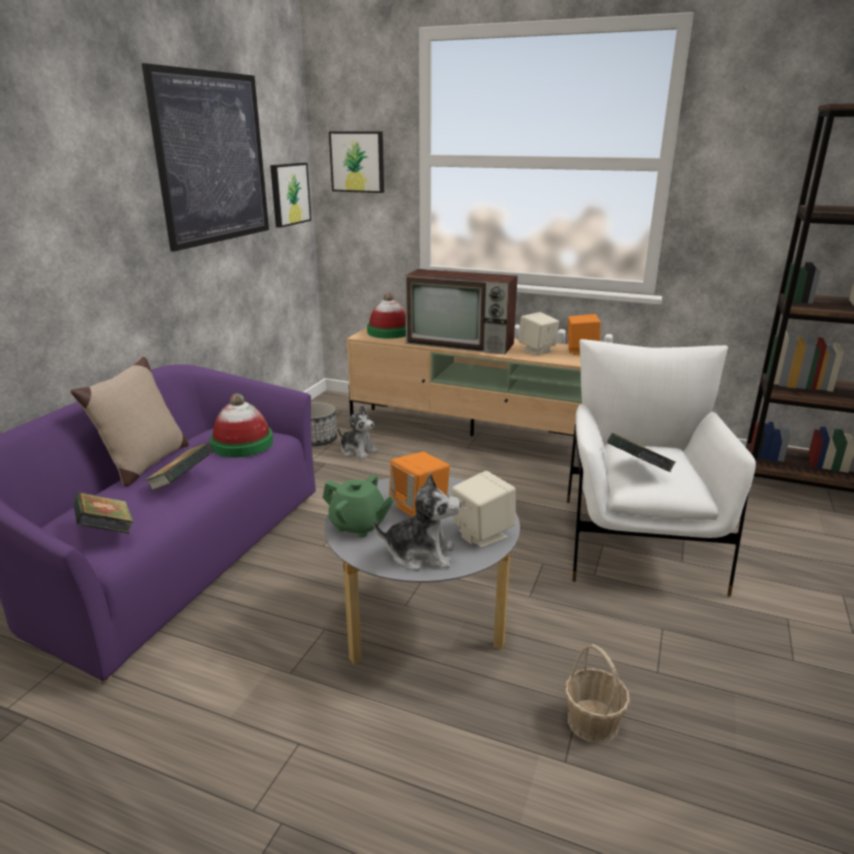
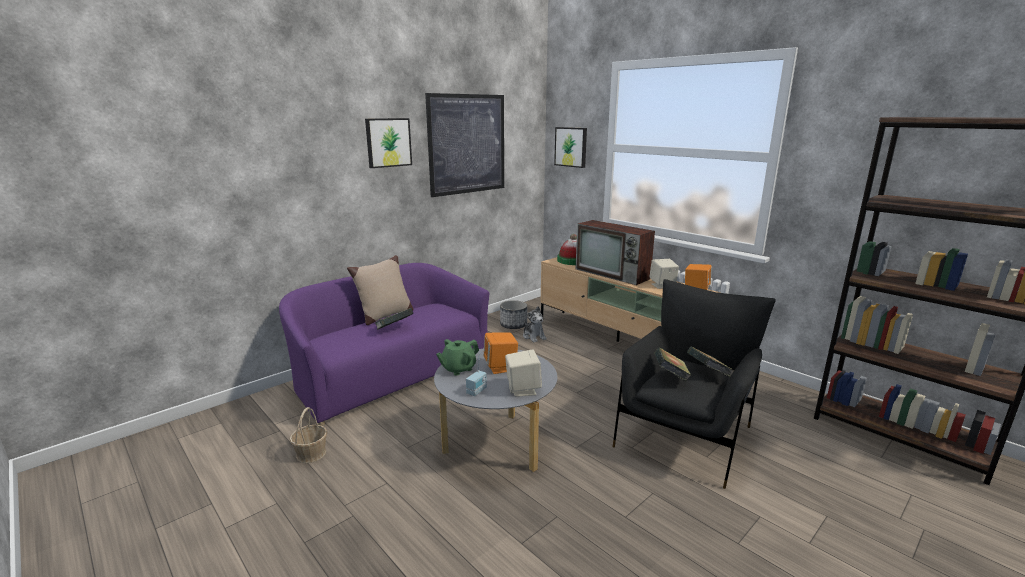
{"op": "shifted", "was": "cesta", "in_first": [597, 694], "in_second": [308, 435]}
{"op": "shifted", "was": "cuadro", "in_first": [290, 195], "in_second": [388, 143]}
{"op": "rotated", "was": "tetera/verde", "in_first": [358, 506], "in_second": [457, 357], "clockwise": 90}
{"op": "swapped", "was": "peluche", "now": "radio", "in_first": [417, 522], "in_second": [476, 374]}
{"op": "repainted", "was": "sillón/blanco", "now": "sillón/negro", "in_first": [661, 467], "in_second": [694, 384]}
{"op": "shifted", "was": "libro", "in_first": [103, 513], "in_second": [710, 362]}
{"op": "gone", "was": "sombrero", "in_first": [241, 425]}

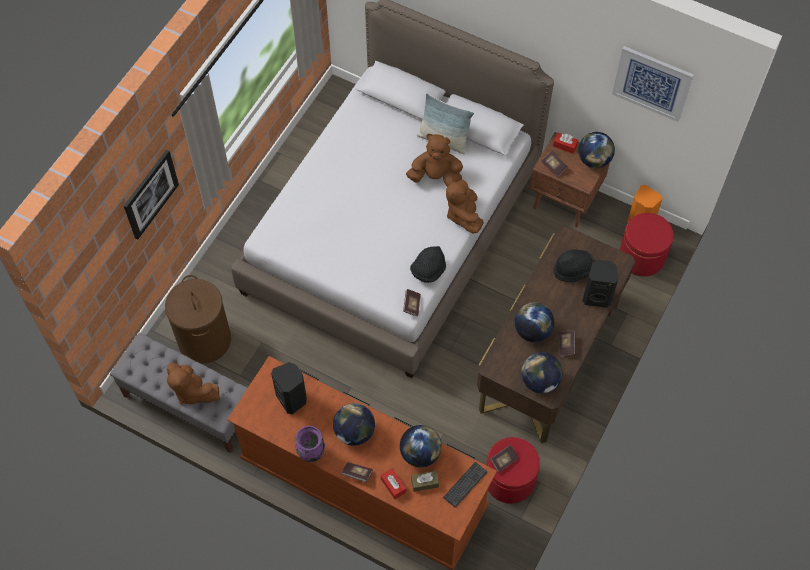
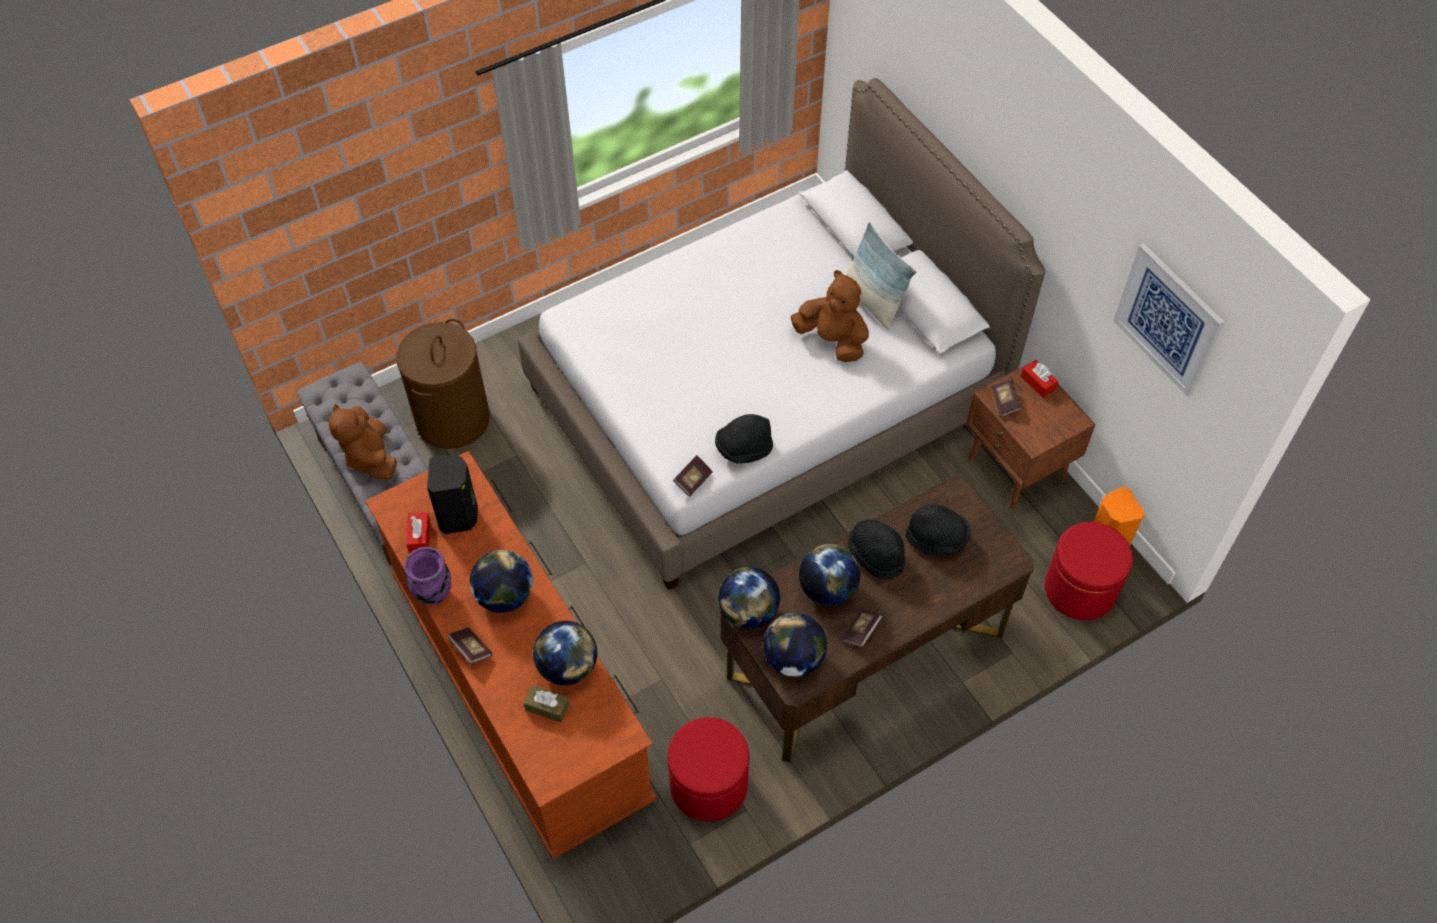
{"op": "shifted", "was": "caja de pañuelos/rojo", "in_first": [393, 483], "in_second": [418, 532]}
{"op": "shifted", "was": "globo terráqueo", "in_first": [596, 150], "in_second": [749, 598]}
{"op": "new", "now": "sombrero/negro", "in_second": [876, 549]}
{"op": "gone", "was": "cuadro", "in_first": [151, 194]}
{"op": "gone", "was": "teclado", "in_first": [465, 485]}
{"op": "gone", "was": "peluche/marrón", "in_first": [465, 205]}
{"op": "gone", "was": "libro", "in_first": [504, 459]}
{"op": "gone", "was": "altavoz/negro", "in_first": [600, 284]}

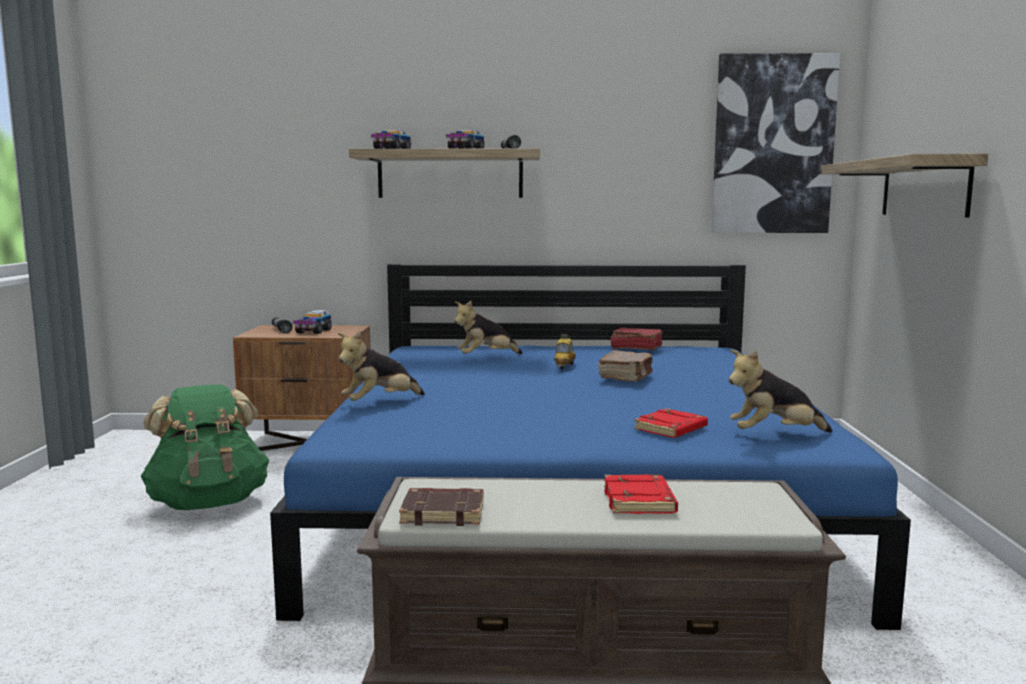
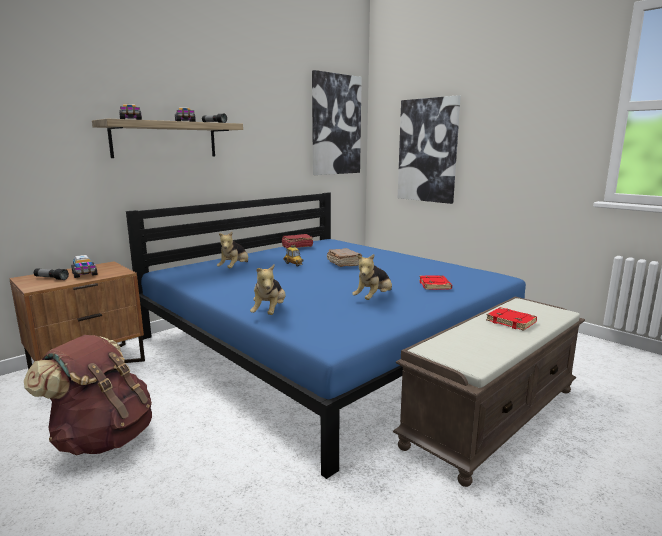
{"op": "repainted", "was": "mochila/verde", "now": "mochila/marrón", "in_first": [205, 447], "in_second": [88, 395]}
{"op": "shifted", "was": "peluche", "in_first": [781, 391], "in_second": [372, 277]}
{"op": "swapped", "was": "estante", "now": "cuadro", "in_first": [904, 186], "in_second": [429, 149]}
{"op": "gone", "was": "libro/marrón", "in_first": [441, 507]}

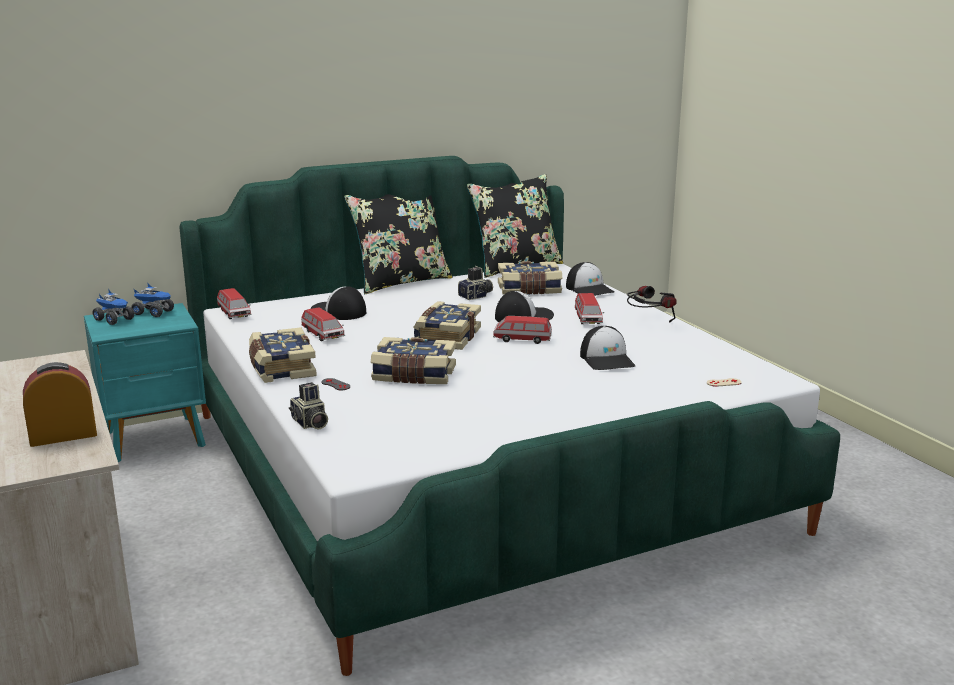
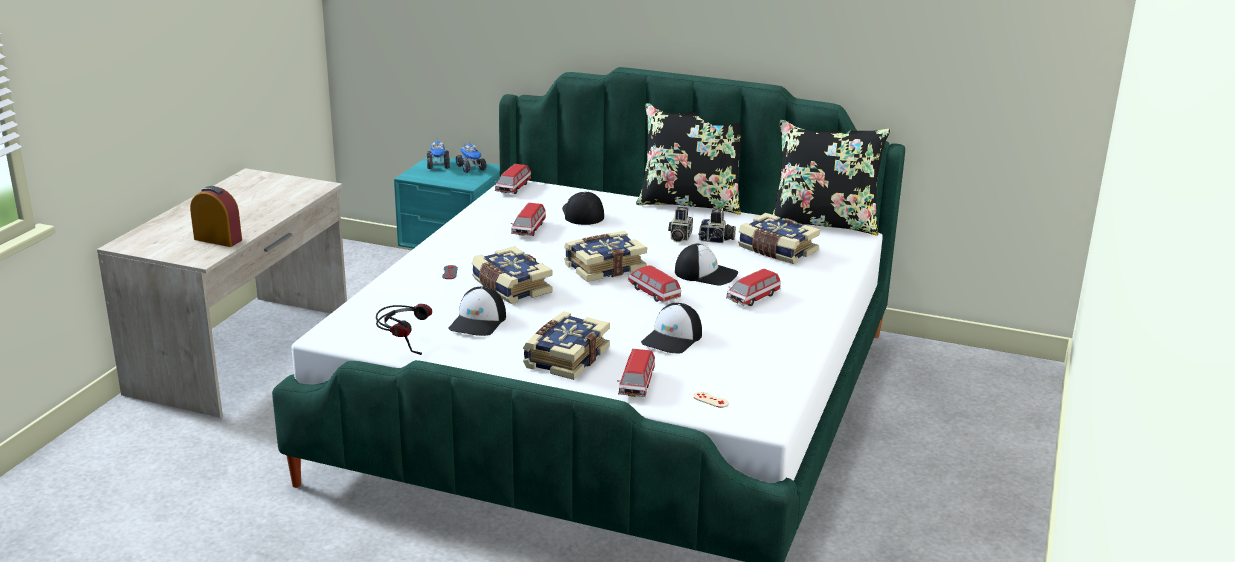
{"op": "shifted", "was": "auriculares", "in_first": [652, 304], "in_second": [404, 329]}
{"op": "shifted", "was": "gorra", "in_first": [590, 279], "in_second": [477, 311]}
{"op": "shifted", "was": "libro", "in_first": [283, 355], "in_second": [566, 346]}
{"op": "new", "now": "coche de juguete", "in_second": [636, 373]}
{"op": "shifted", "was": "cámara", "in_first": [308, 406], "in_second": [680, 224]}

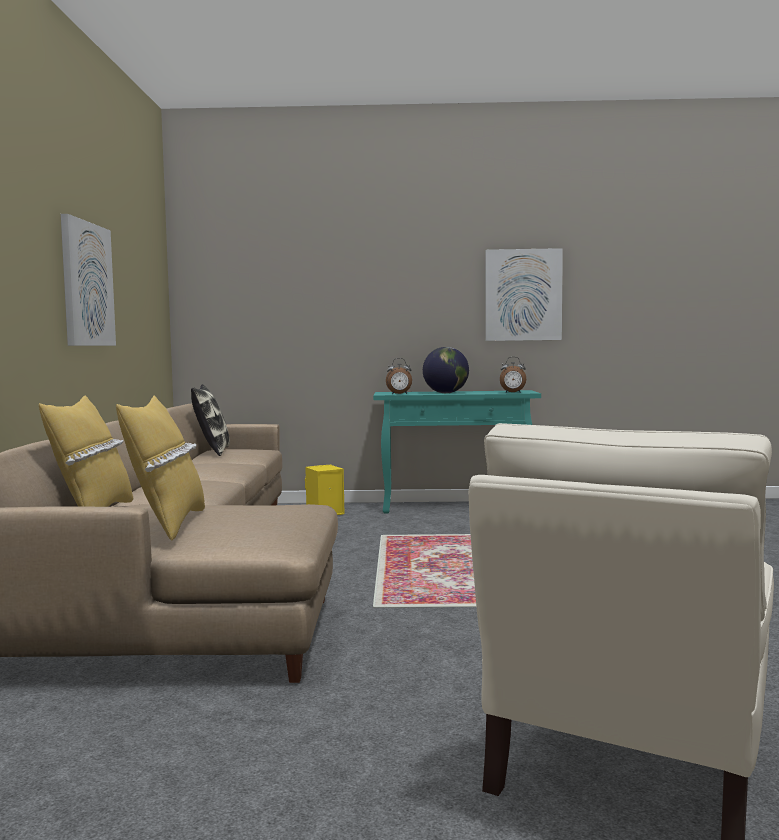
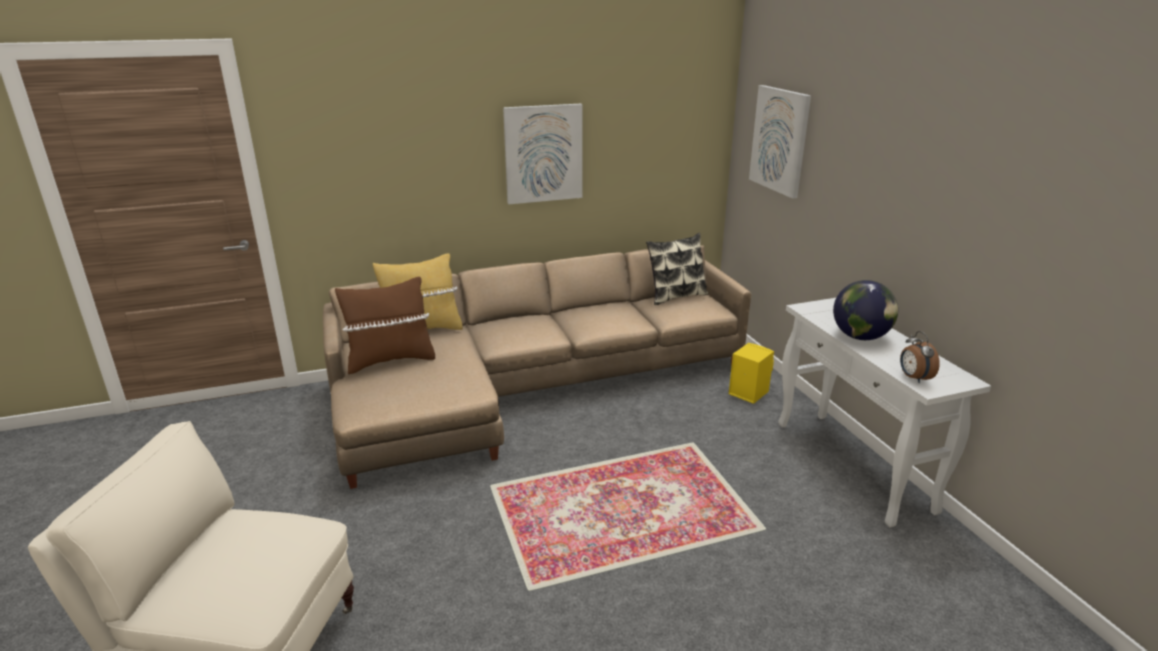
{"op": "repainted", "was": "cojín/amarillo", "now": "cojín/marrón", "in_first": [160, 468], "in_second": [385, 325]}
{"op": "shifted", "was": "cuadro", "in_first": [524, 294], "in_second": [780, 142]}
{"op": "repainted", "was": "mesa consola/turquesa", "now": "mesa consola/blanco", "in_first": [457, 451], "in_second": [884, 413]}
{"op": "gone", "was": "despertador", "in_first": [399, 376]}

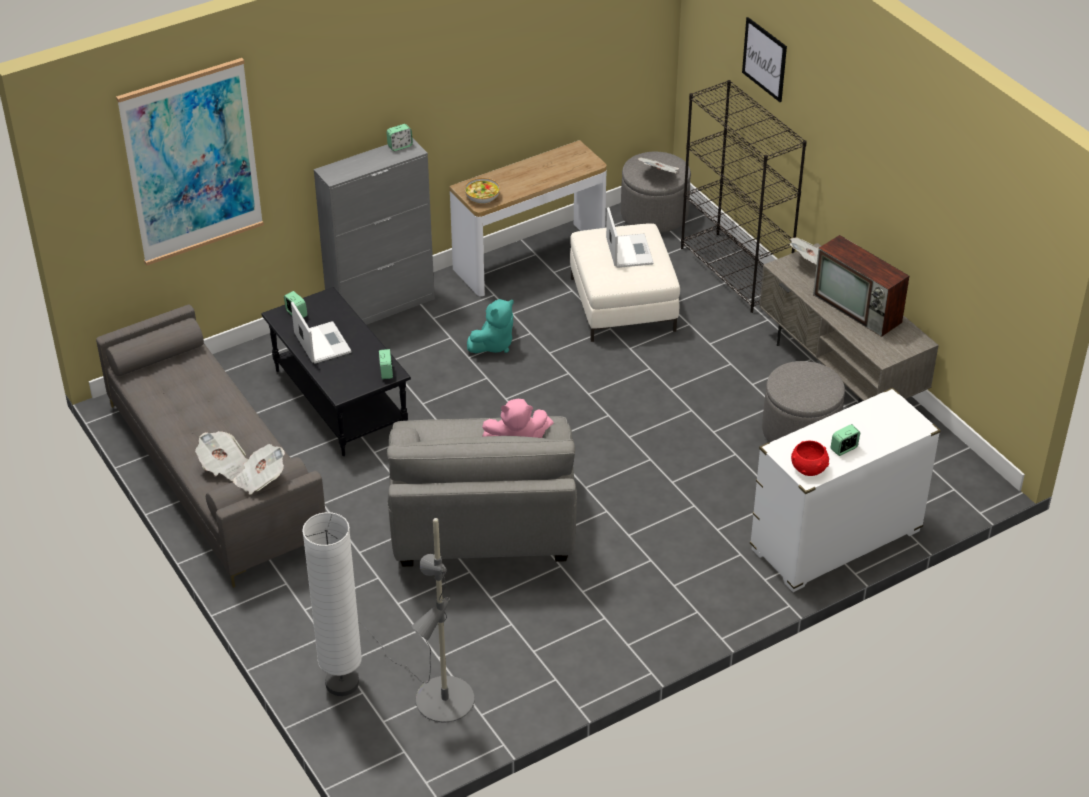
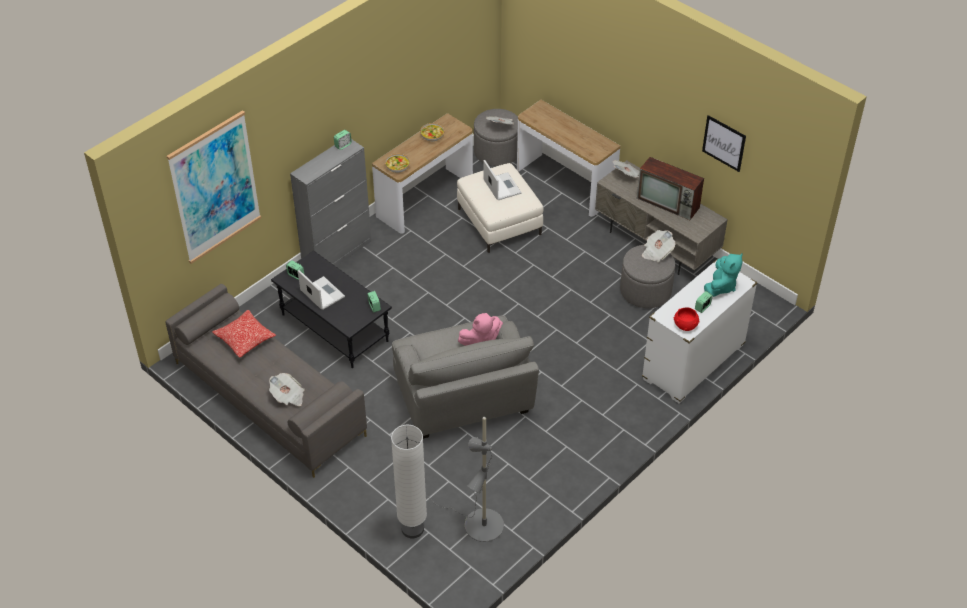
{"op": "new", "now": "cojín", "in_second": [244, 334]}
{"op": "new", "now": "cuenco", "in_second": [432, 132]}
{"op": "swapped", "was": "estantería/negro", "now": "mesa consola", "in_first": [744, 196], "in_second": [568, 158]}
{"op": "shifted", "was": "periódico", "in_first": [259, 469], "in_second": [658, 246]}
{"op": "shifted", "was": "cuadro", "in_first": [764, 59], "in_second": [724, 143]}
{"op": "shifted", "was": "peluche/turquesa", "in_first": [490, 326], "in_second": [723, 275]}

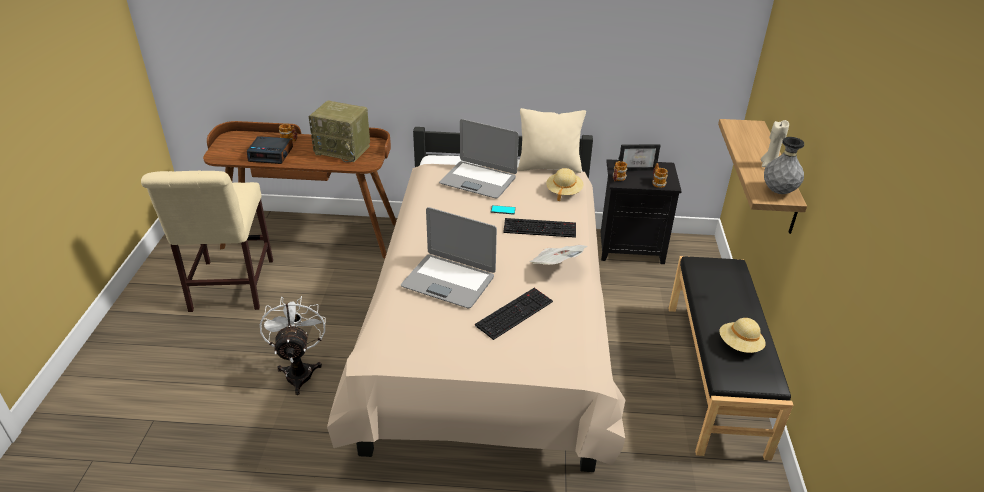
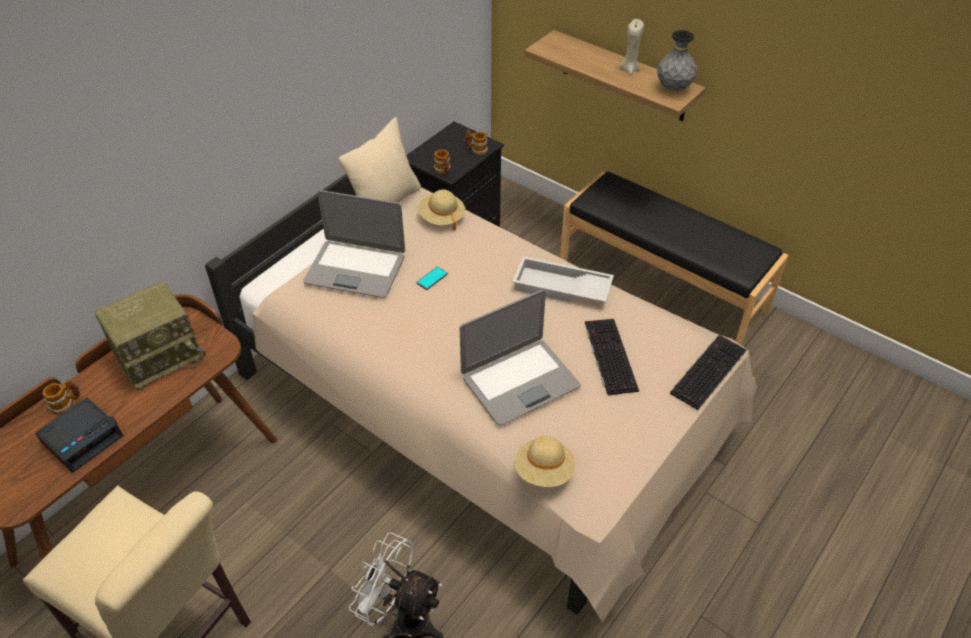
{"op": "rotated", "was": "portátil", "in_first": [479, 158], "in_second": [354, 244], "clockwise": 45}
{"op": "swapped", "was": "periódico", "now": "bandeja/blanco", "in_first": [558, 255], "in_second": [563, 279]}
{"op": "shifted", "was": "sombrero/beis", "in_first": [742, 335], "in_second": [545, 461]}
{"op": "shifted", "was": "teclado", "in_first": [539, 228], "in_second": [708, 372]}
{"op": "gone", "was": "portarretratos", "in_first": [639, 157]}

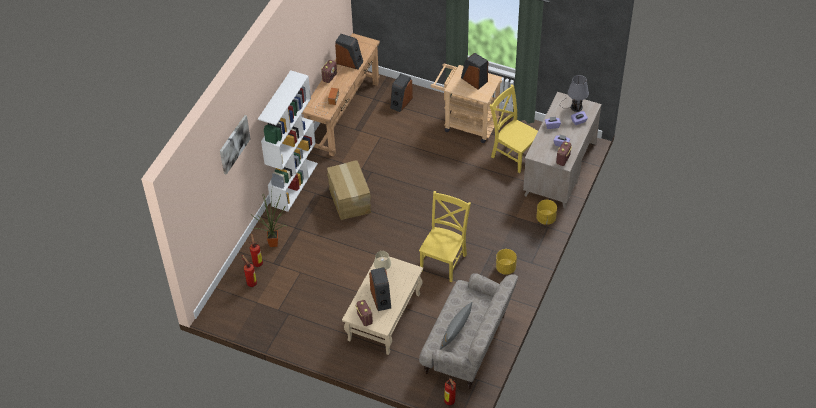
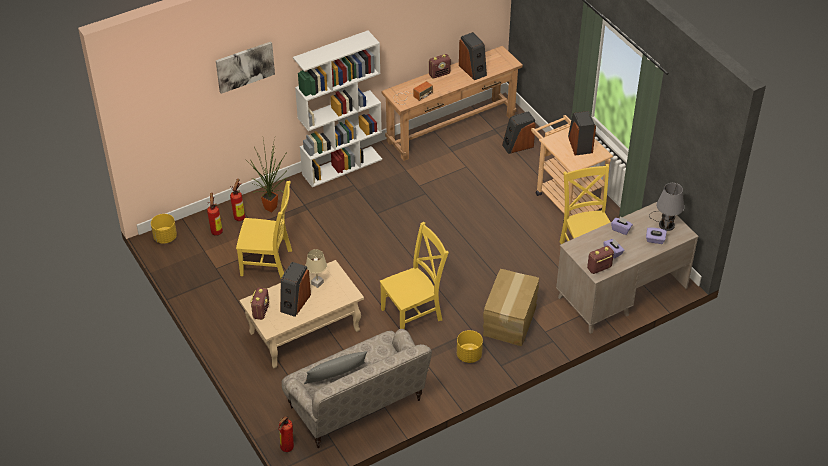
{"op": "shifted", "was": "maceta/amarillo", "in_first": [546, 212], "in_second": [164, 229]}
{"op": "new", "now": "silla/amarillo", "in_second": [264, 229]}
{"op": "shifted", "was": "caja de cartón", "in_first": [349, 190], "in_second": [511, 307]}

